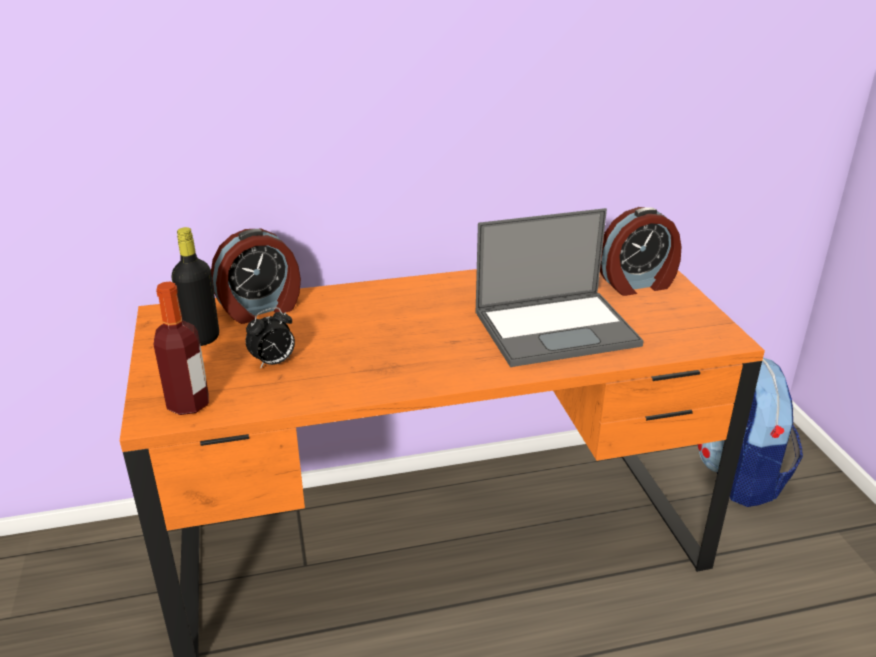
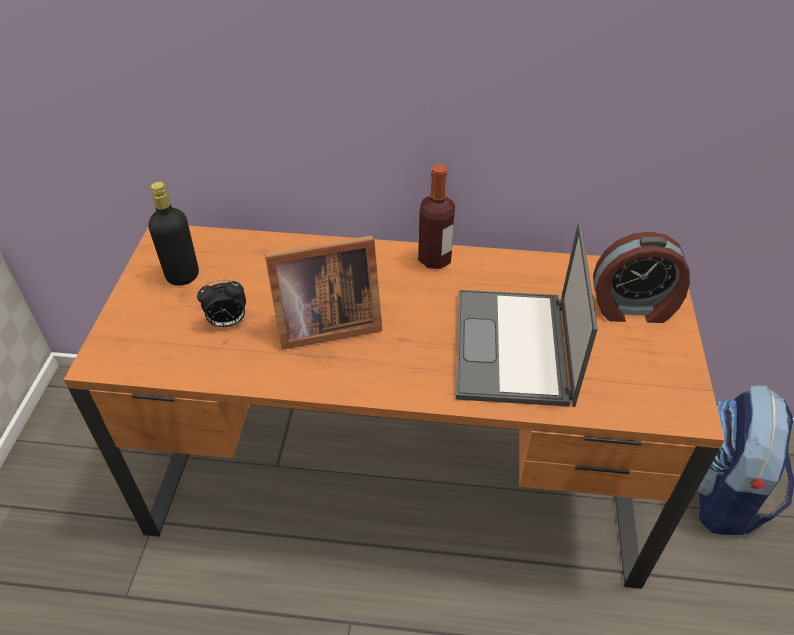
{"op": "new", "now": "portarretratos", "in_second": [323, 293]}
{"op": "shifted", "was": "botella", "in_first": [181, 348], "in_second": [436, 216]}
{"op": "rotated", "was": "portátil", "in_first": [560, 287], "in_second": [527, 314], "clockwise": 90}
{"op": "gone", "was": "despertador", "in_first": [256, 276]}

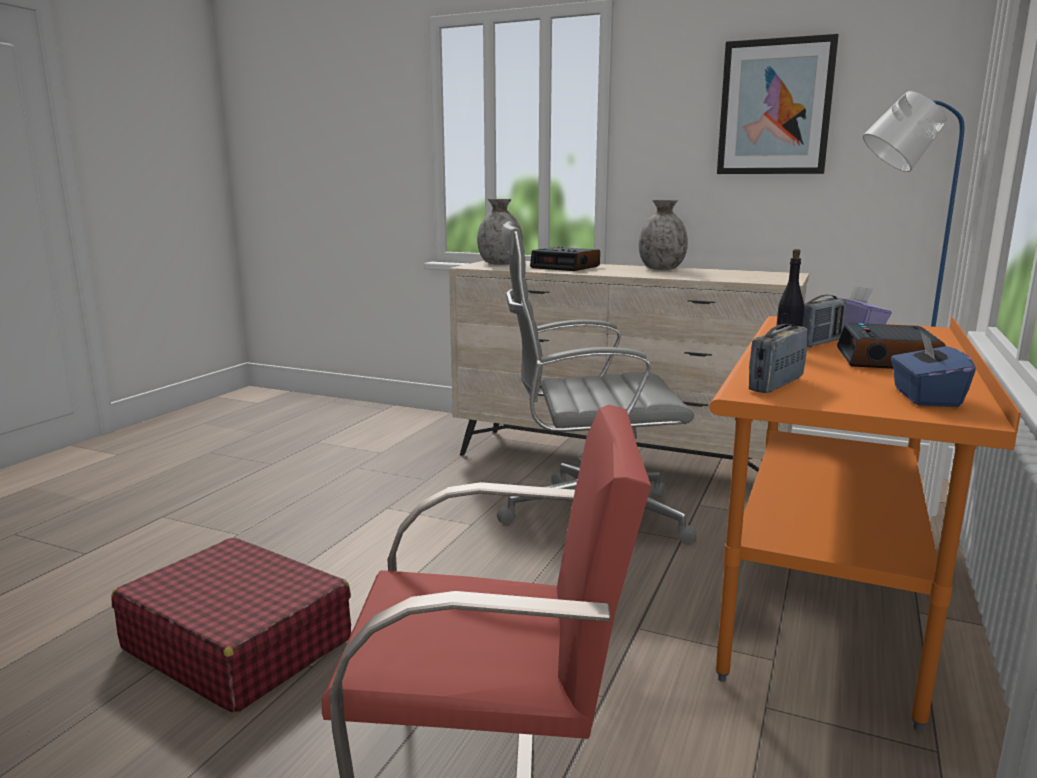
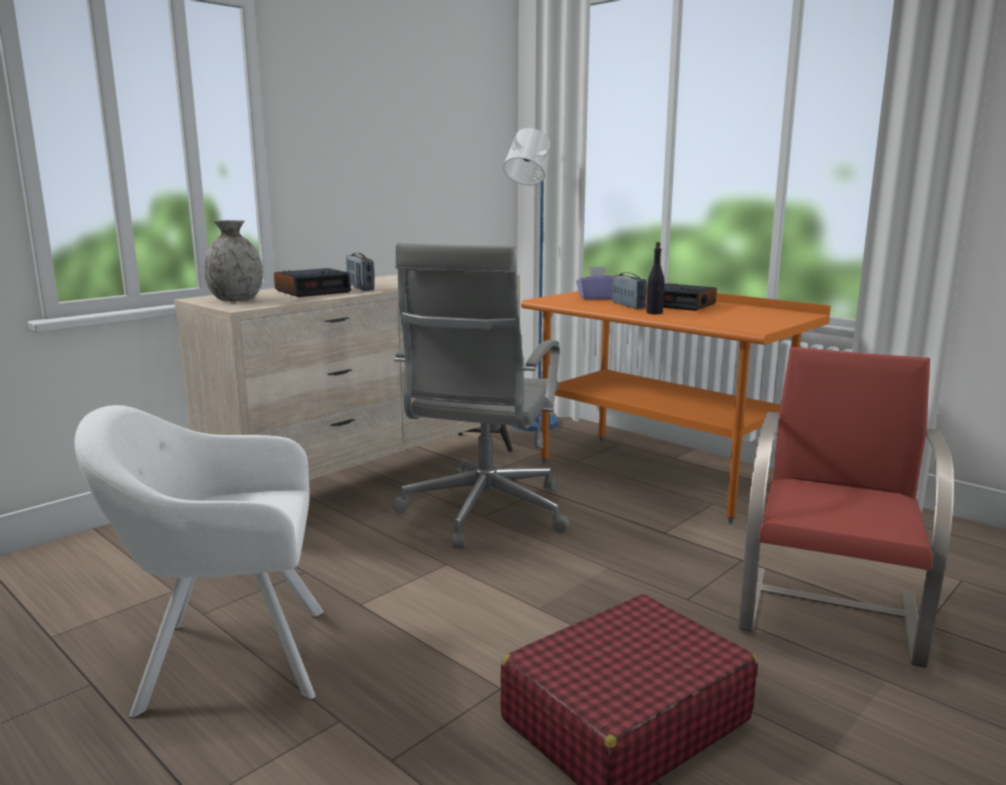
{"op": "new", "now": "sillón/blanco", "in_second": [199, 561]}
{"op": "shifted", "was": "radio", "in_first": [778, 358], "in_second": [360, 272]}
{"op": "gone", "was": "florero/gris", "in_first": [663, 235]}
{"op": "gone", "was": "cuadro", "in_first": [778, 104]}
{"op": "gone", "was": "caja de pañuelos/azul", "in_first": [933, 369]}

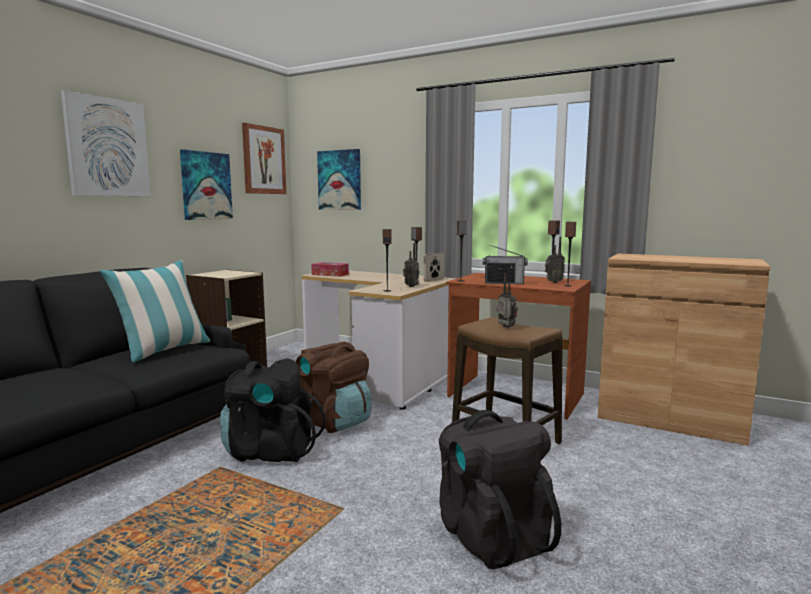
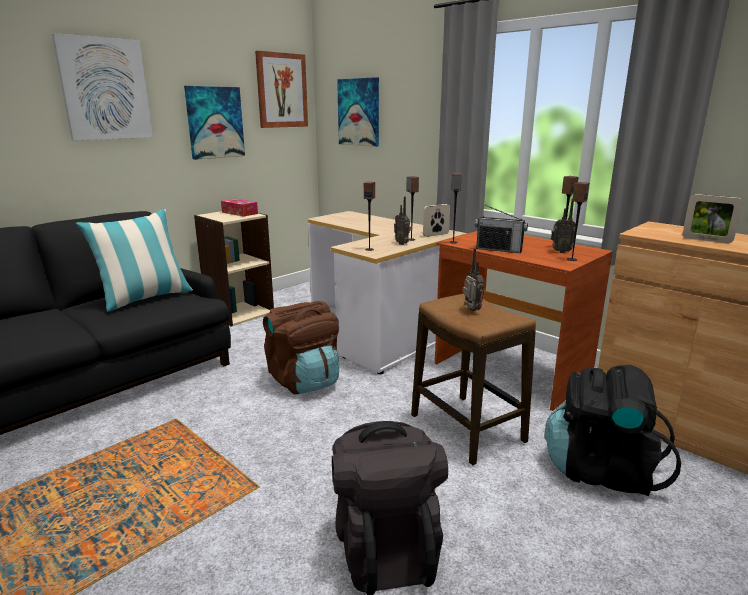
{"op": "shifted", "was": "caja de pañuelos", "in_first": [330, 269], "in_second": [239, 208]}
{"op": "shifted", "was": "mochila/negro", "in_first": [273, 410], "in_second": [613, 430]}
{"op": "new", "now": "portarretratos", "in_second": [713, 218]}

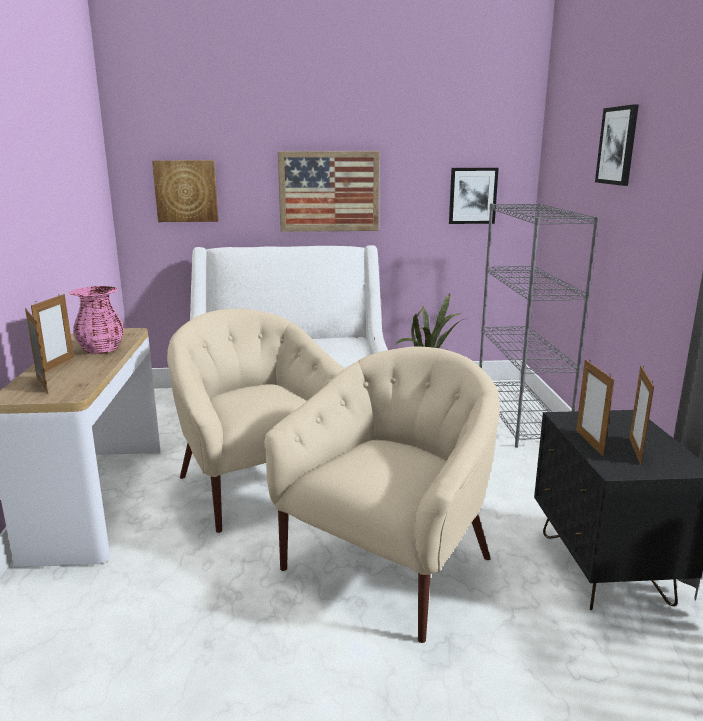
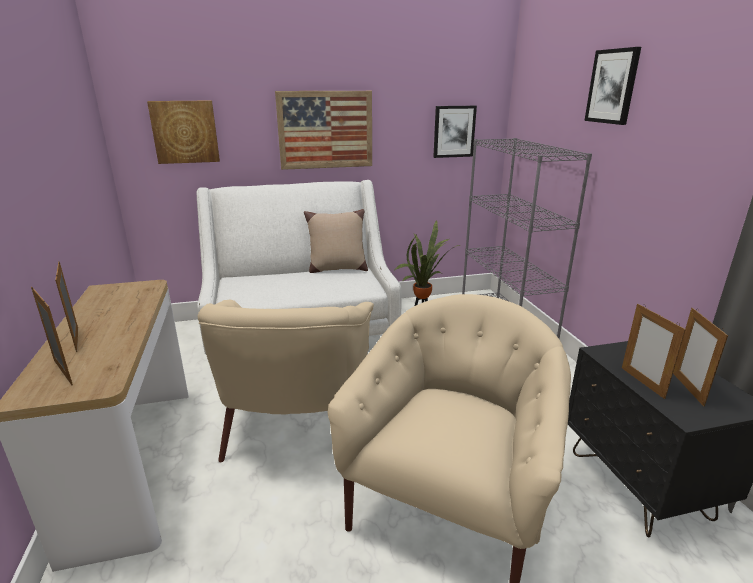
{"op": "rotated", "was": "portarretratos", "in_first": [52, 332], "in_second": [66, 306], "clockwise": 150}
{"op": "rotated", "was": "sillón/beis", "in_first": [256, 421], "in_second": [286, 381], "clockwise": -135}
{"op": "new", "now": "cojín/beis", "in_second": [336, 241]}
{"op": "gone", "was": "florero/rosa", "in_first": [96, 320]}

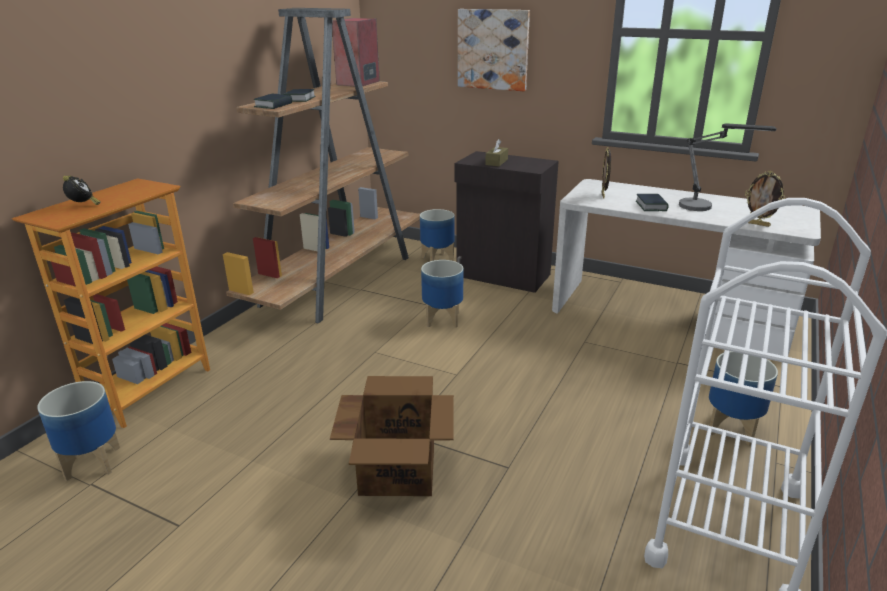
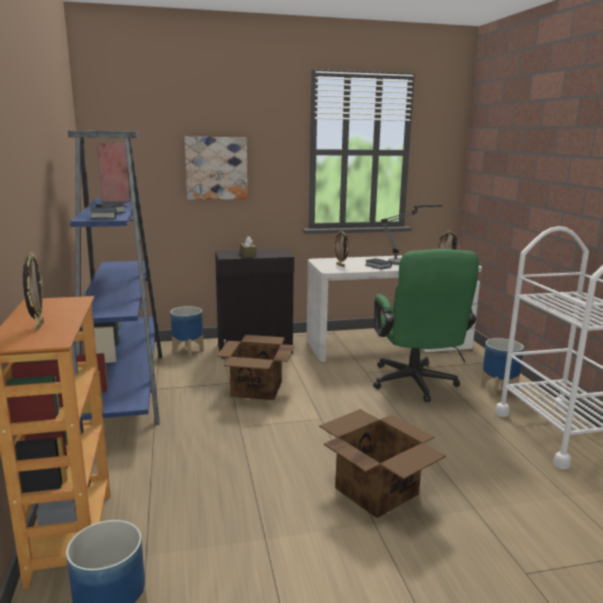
{"op": "swapped", "was": "despertador", "now": "portarretratos", "in_first": [82, 190], "in_second": [33, 291]}
{"op": "repainted", "was": "estantería/marrón", "now": "estantería/azul", "in_first": [321, 166], "in_second": [115, 277]}
{"op": "swapped", "was": "maceta", "now": "caja de cartón", "in_first": [442, 294], "in_second": [256, 367]}
{"op": "new", "now": "silla de oficina/verde", "in_second": [426, 325]}

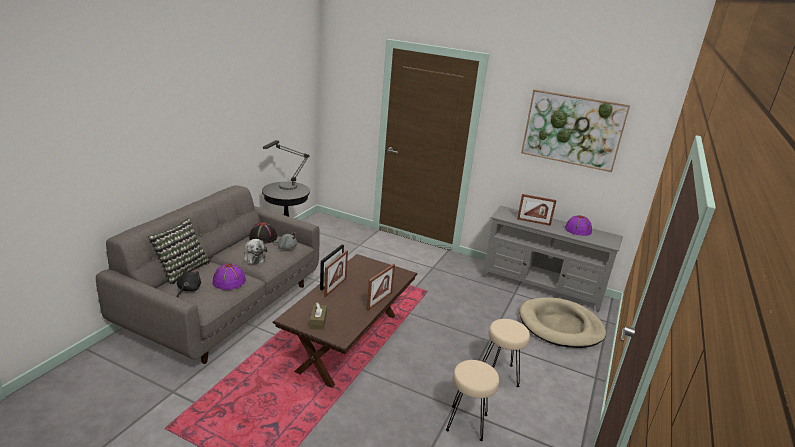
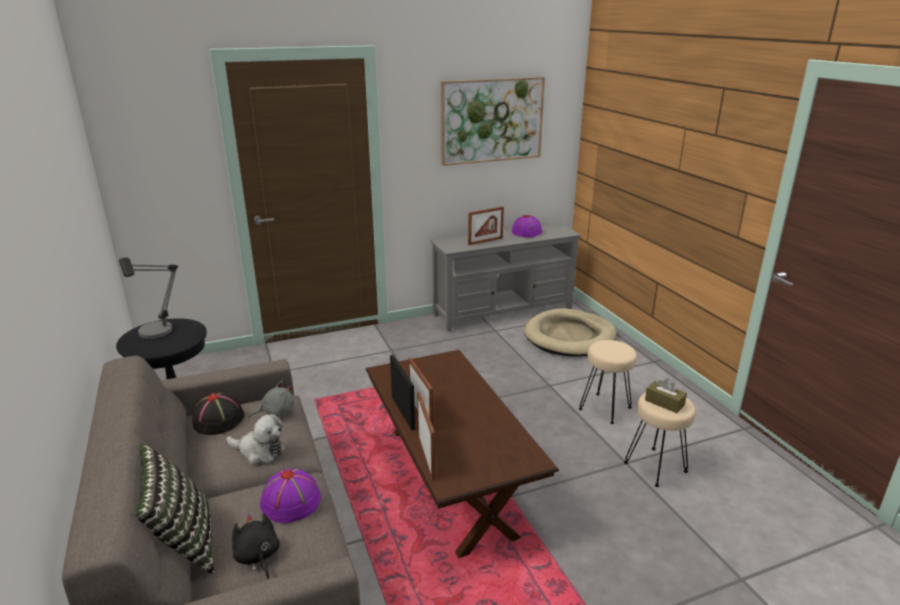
{"op": "shifted", "was": "portarretratos", "in_first": [381, 287], "in_second": [426, 436]}
{"op": "shifted", "was": "caja de pañuelos/marrón", "in_first": [318, 316], "in_second": [666, 395]}

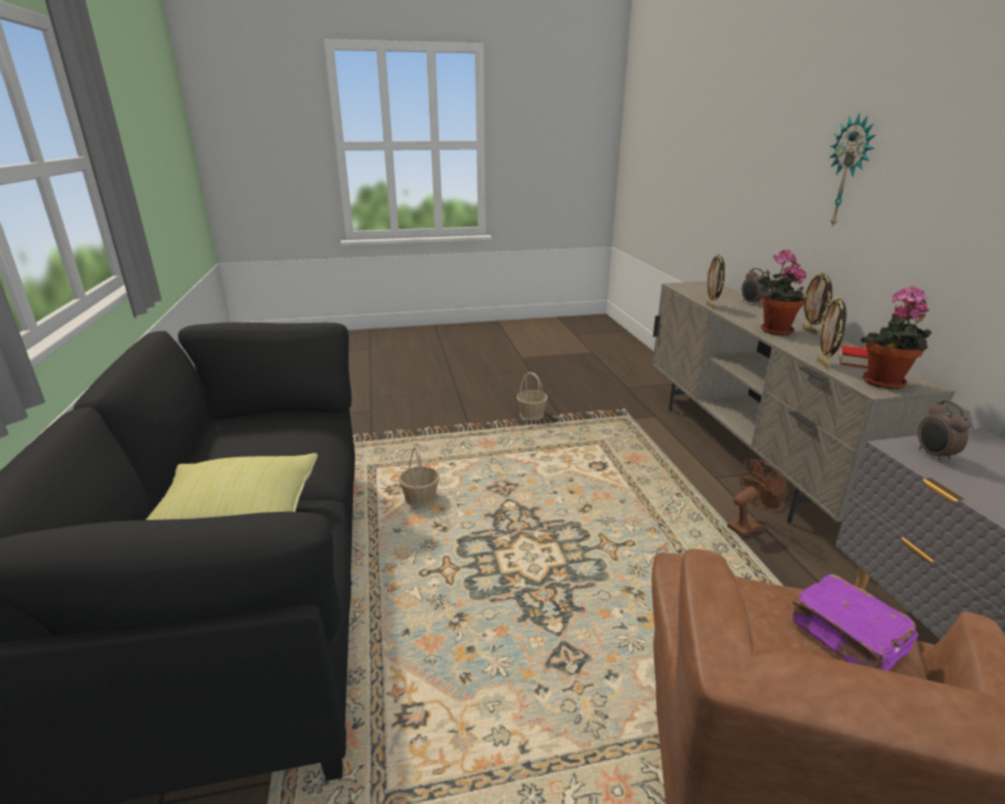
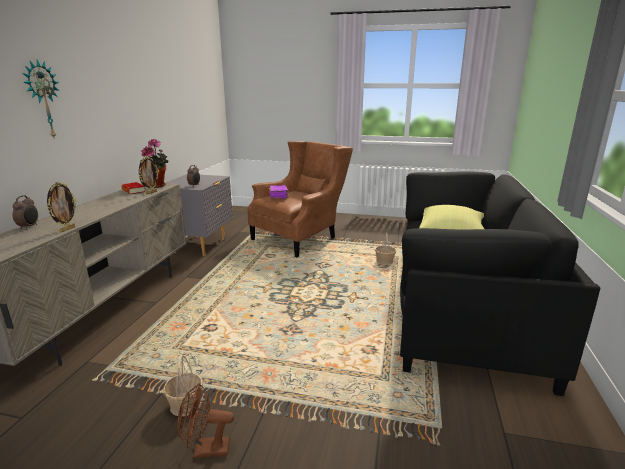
{"op": "shifted", "was": "ventilador/marrón", "in_first": [758, 498], "in_second": [205, 420]}
{"op": "shifted", "was": "cesta", "in_first": [419, 476], "in_second": [385, 249]}
{"op": "gone", "was": "planta en maceta", "in_first": [782, 293]}
{"op": "gone", "was": "portarretratos", "in_first": [817, 303]}

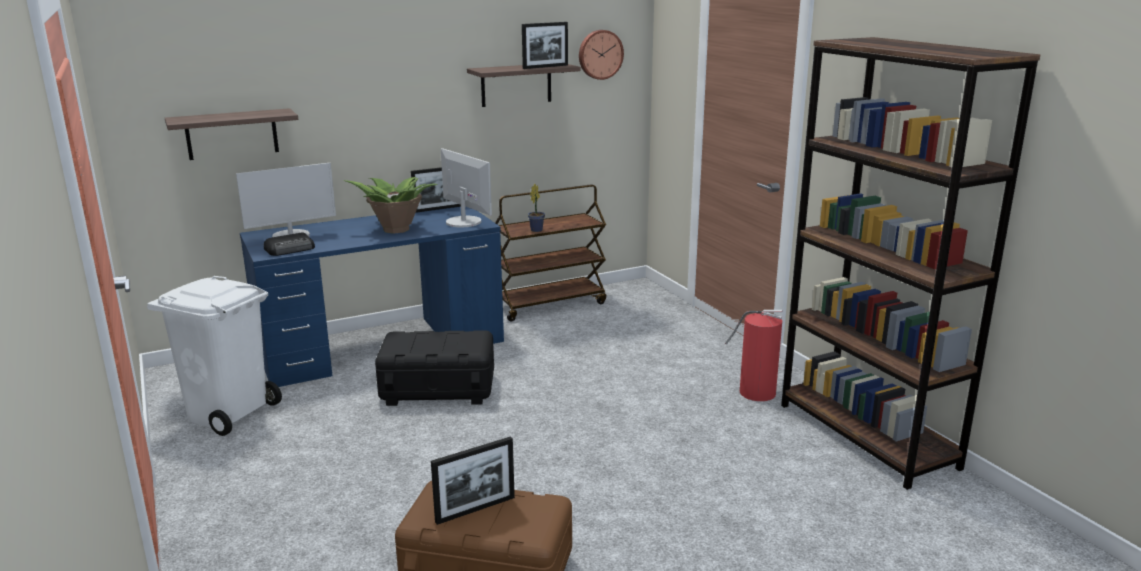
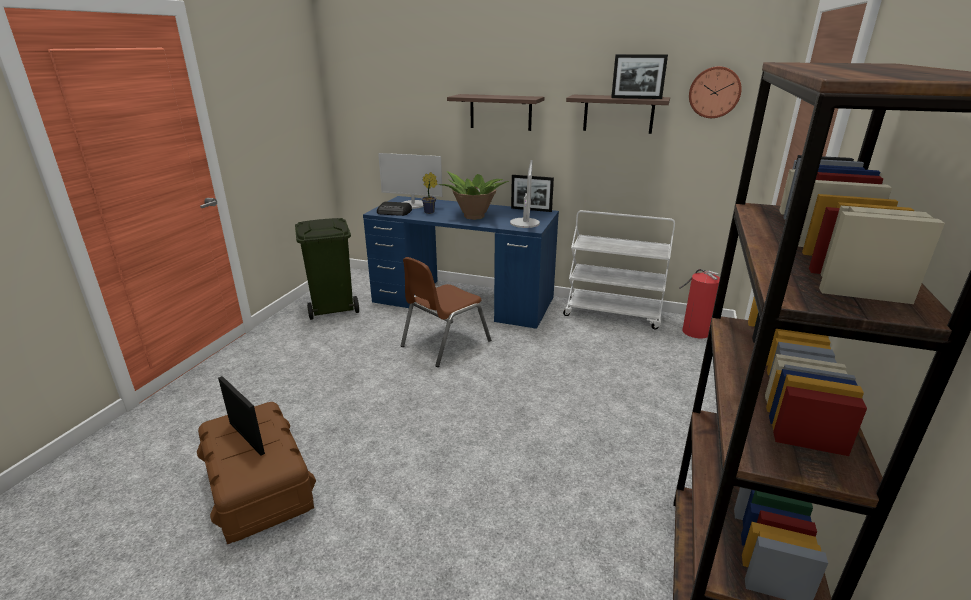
{"op": "rotated", "was": "portarretratos", "in_first": [473, 481], "in_second": [241, 416], "clockwise": -150}
{"op": "repainted", "was": "papelera/blanco", "now": "papelera/verde", "in_first": [214, 356], "in_second": [327, 269]}
{"op": "swapped", "was": "caja de almacenaje/negro", "now": "silla/marrón", "in_first": [434, 368], "in_second": [446, 312]}
{"op": "shifted", "was": "planta en maceta", "in_first": [536, 208], "in_second": [429, 193]}
{"op": "shifted", "was": "estante", "in_first": [231, 134], "in_second": [495, 112]}
{"op": "repainted", "was": "carrito/marrón", "now": "carrito/blanco", "in_first": [550, 253], "in_second": [619, 269]}
{"op": "shifted", "was": "extintor", "in_first": [754, 355], "in_second": [699, 304]}

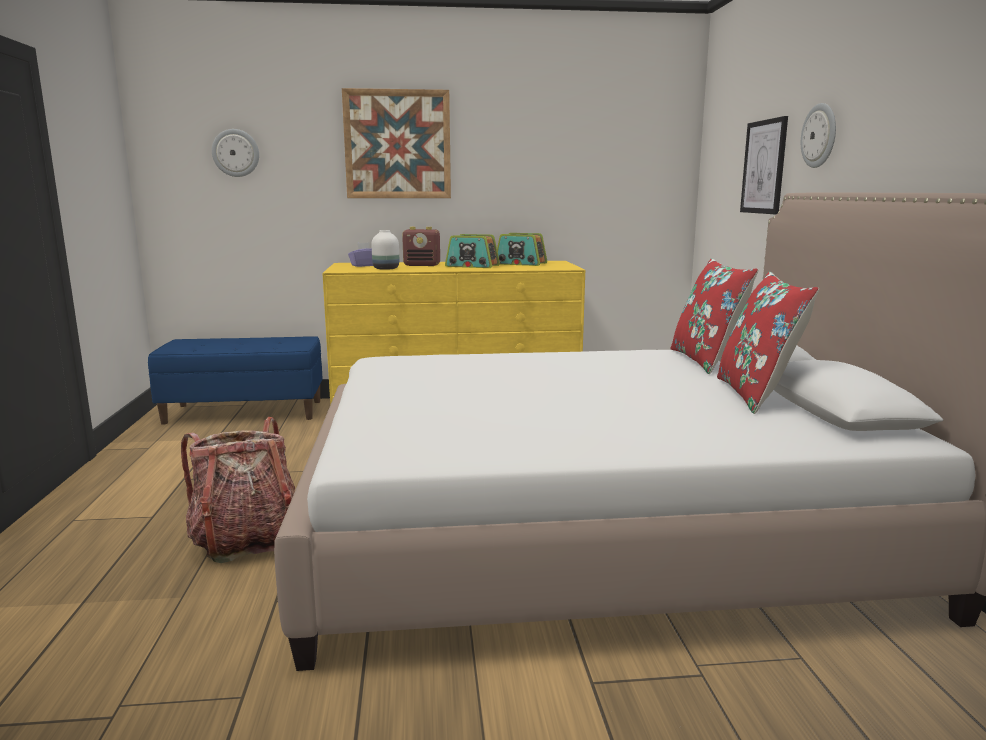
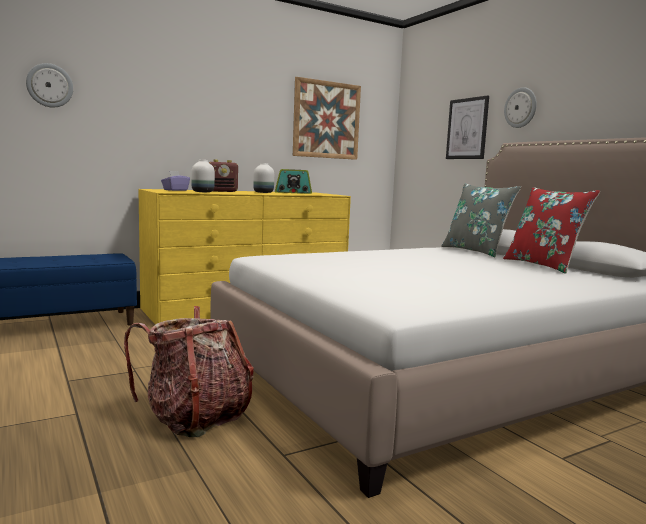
{"op": "swapped", "was": "radio", "now": "florero/blanco", "in_first": [472, 251], "in_second": [263, 178]}
{"op": "shifted", "was": "cuadro", "in_first": [396, 143], "in_second": [327, 118]}
{"op": "repainted", "was": "cojín/rojo", "now": "cojín/gris", "in_first": [714, 316], "in_second": [481, 220]}

